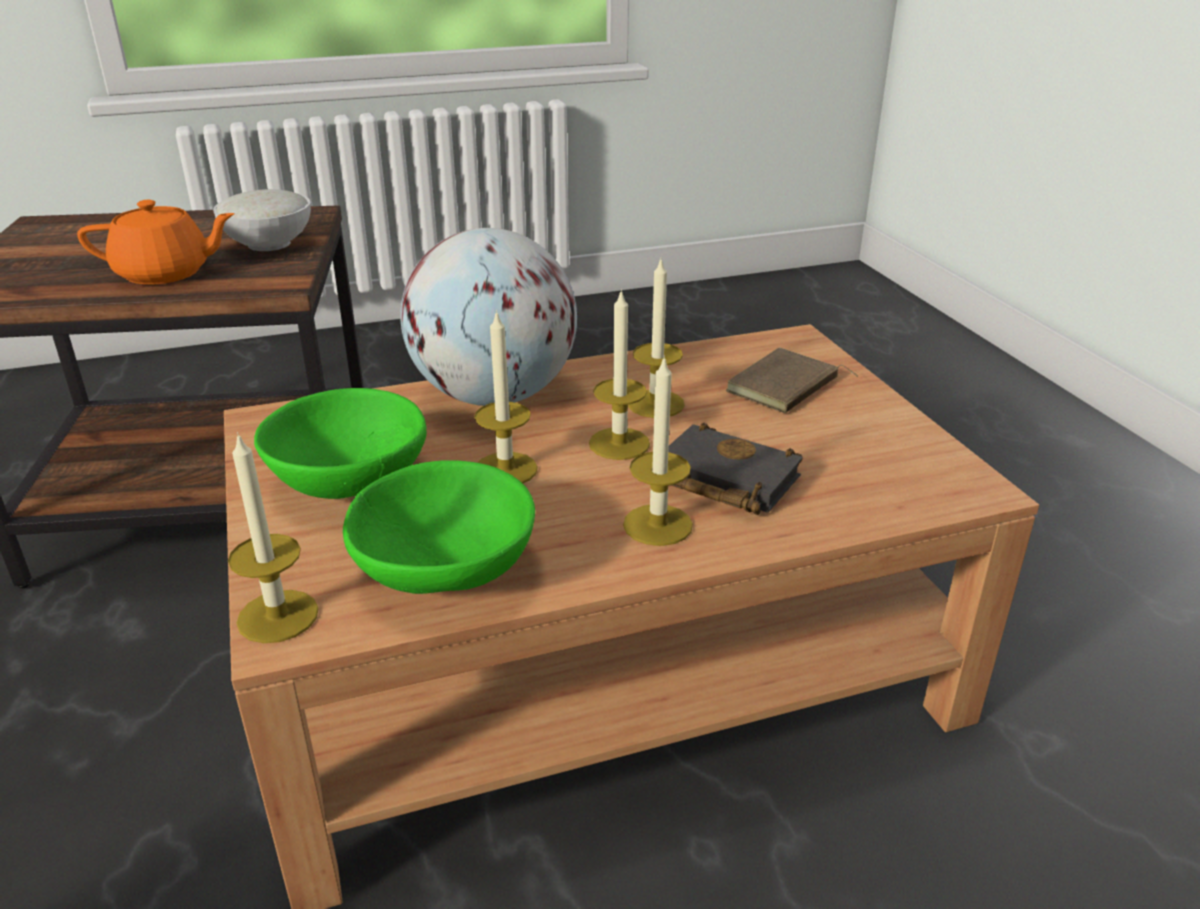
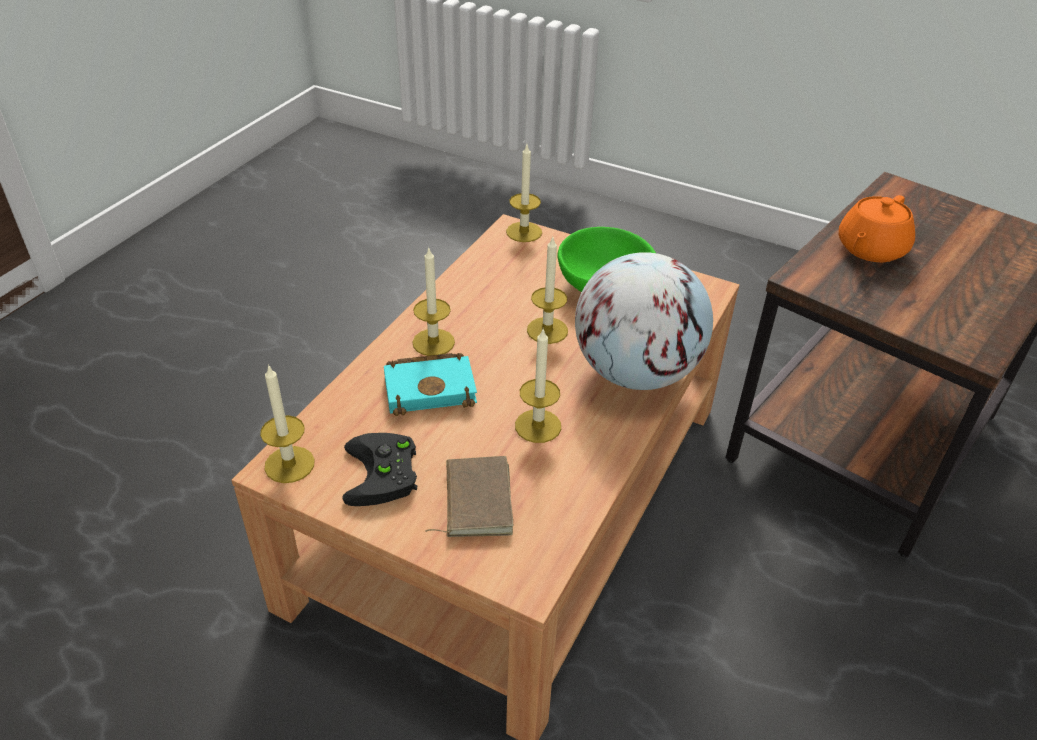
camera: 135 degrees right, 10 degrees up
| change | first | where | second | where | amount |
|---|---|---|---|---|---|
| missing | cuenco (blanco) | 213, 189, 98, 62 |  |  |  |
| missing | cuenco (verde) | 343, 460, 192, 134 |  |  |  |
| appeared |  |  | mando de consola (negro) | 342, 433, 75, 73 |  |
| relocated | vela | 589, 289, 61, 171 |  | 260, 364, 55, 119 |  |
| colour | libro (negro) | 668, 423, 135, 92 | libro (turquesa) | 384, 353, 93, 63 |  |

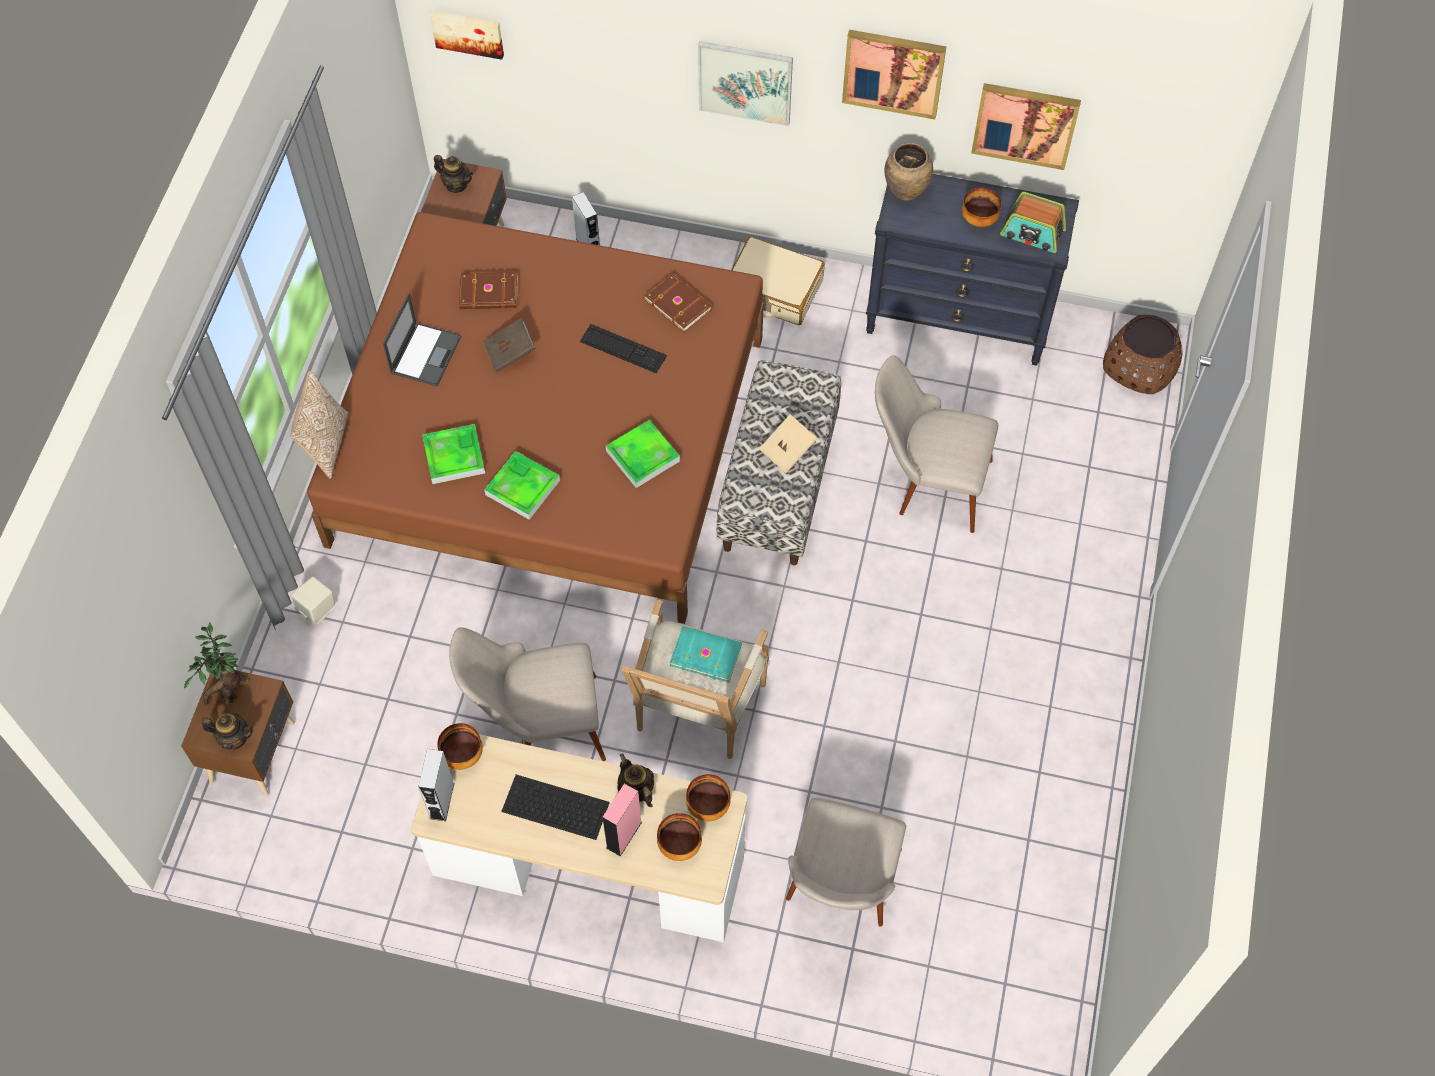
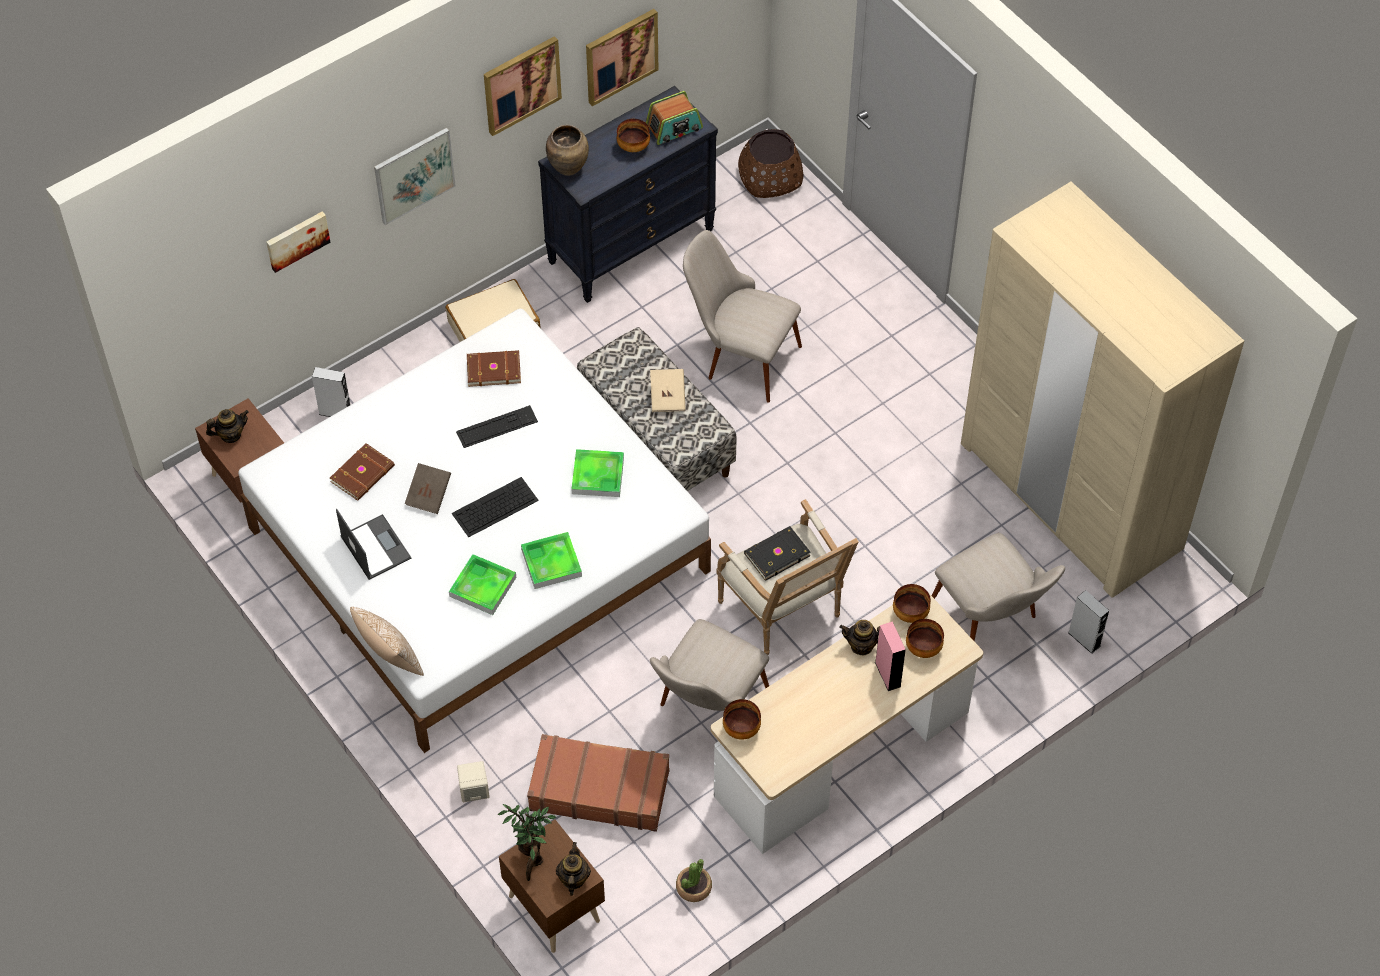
camera: 50 degrees left, 5 degrees down
| change | first | where | second | where | amount |
|---|---|---|---|---|---|
| appeared |  |  | maleta (marrón) | 527, 734, 142, 98 |  |
| appeared |  |  | planta en maceta | 676, 859, 36, 43 |  |
| appeared |  |  | armario ropero (beis) | 961, 182, 283, 416 |  |
| relocated | altavoz (gris) | 418, 749, 36, 72 |  | 1068, 590, 41, 64 |  |
| relocated | cuadro | 430, 10, 74, 50 |  | 266, 211, 64, 62 |  |
| relocated | teclado | 501, 775, 109, 65 |  | 452, 477, 87, 60 |  |
| colour | cama (marrón) | 307, 212, 457, 412 | cama (blanco) | 238, 309, 473, 444 |  |
| colour | libro (turquesa) | 670, 626, 72, 57 | libro (negro) | 744, 526, 66, 55 |  |
| spun | tetera | 201, 713, 53, 37 |  | 556, 842, 35, 54 | 45 degrees counterclockwise |
| spun | silla (beis) | 875, 355, 123, 178 |  | 683, 230, 119, 172 | 60 degrees clockwise |

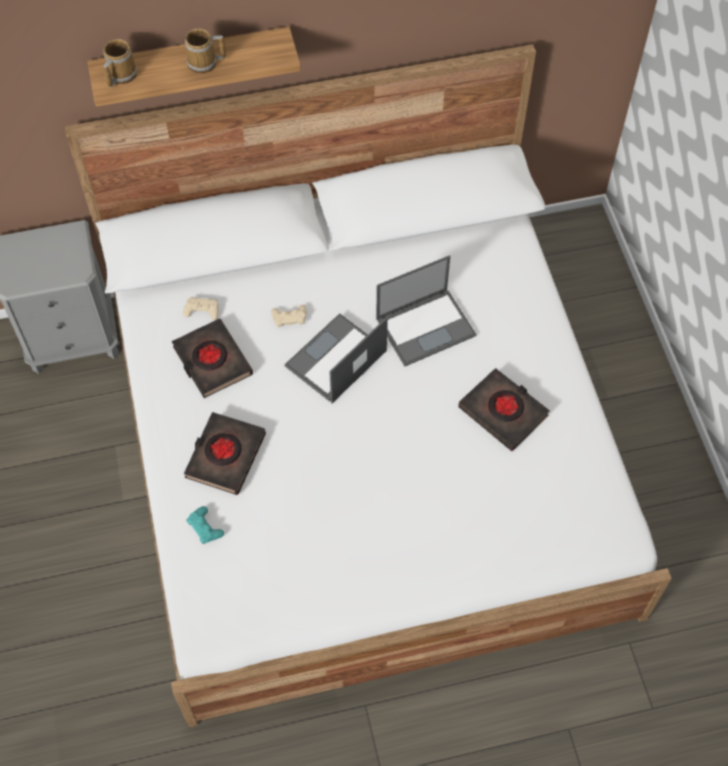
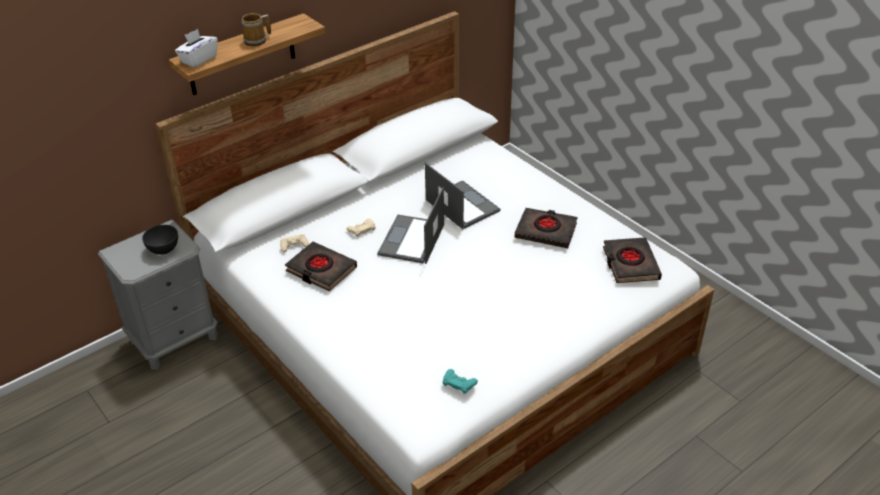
camera: 25 degrees left, 20 degrees down
| change | first | where | second | where | amount |
|---|---|---|---|---|---|
| appeared |  |  | cuenco (gris) | 142, 225, 36, 30 |  |
| relocated | libro (negro) | 184, 412, 82, 83 |  | 603, 237, 59, 46 |  |
| relocated | mando de consola (turquesa) | 186, 506, 38, 38 |  | 442, 369, 36, 25 |  |
| exchanged | taza grande | 103, 39, 34, 49 | caja de pañuelos (blanco) | 175, 29, 43, 39 |  |
| spun | portátil | 376, 255, 100, 112 |  | 425, 162, 75, 67 | 75 degrees counterclockwise |

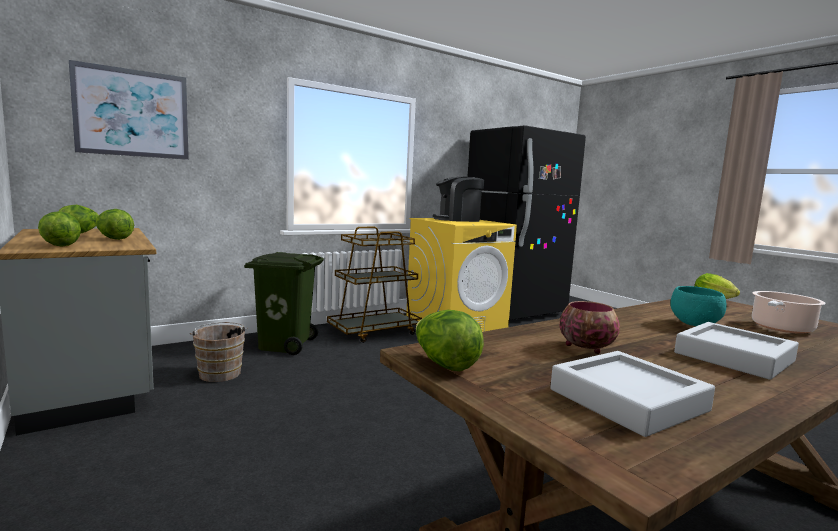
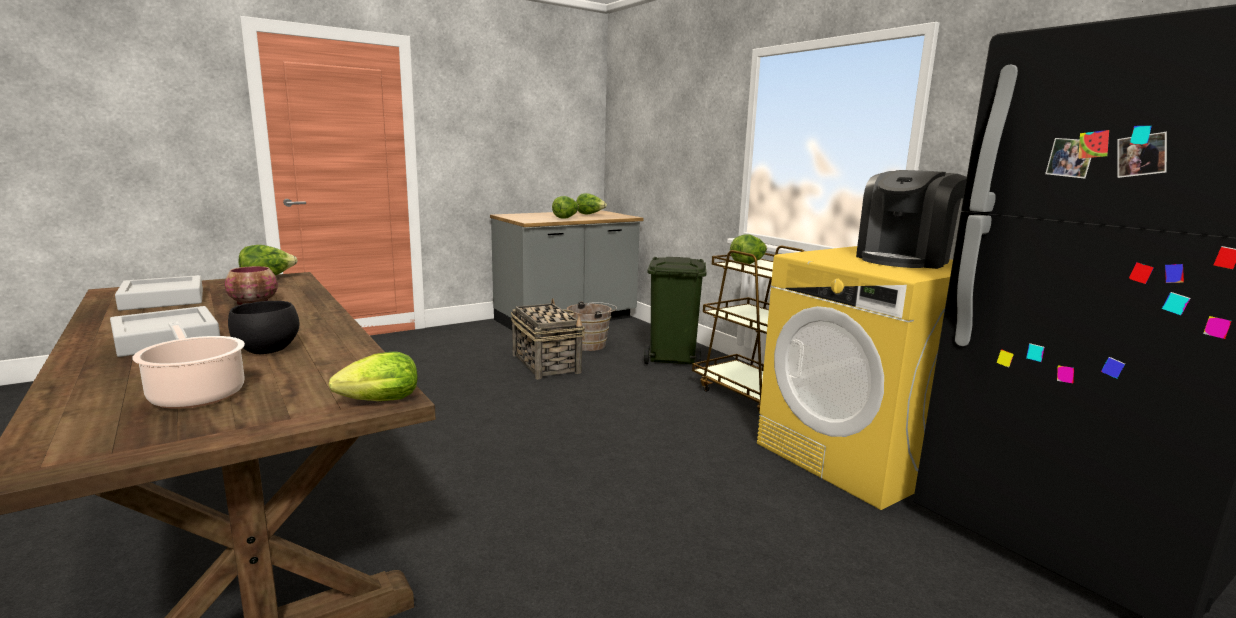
camera: 90 degrees right, 5 degrees up
| change | first | where | second | where | amount |
|---|---|---|---|---|---|
| missing | cuadro | 69, 60, 120, 100 |  |  |  |
| appeared |  |  | cesta | 511, 298, 74, 81 |  |
| relocated | lechuga | 38, 211, 43, 36 |  | 730, 234, 37, 30 |  |
| colour | cuenco (turquesa) | 670, 286, 56, 40 | cuenco (negro) | 228, 301, 72, 53 |  |
| spun | cafetera | 433, 177, 51, 45 |  | 856, 170, 111, 99 | 120 degrees counterclockwise |

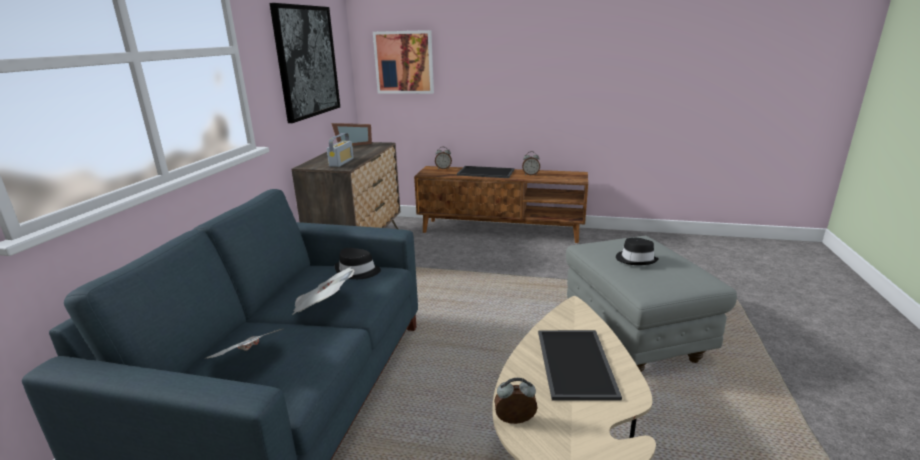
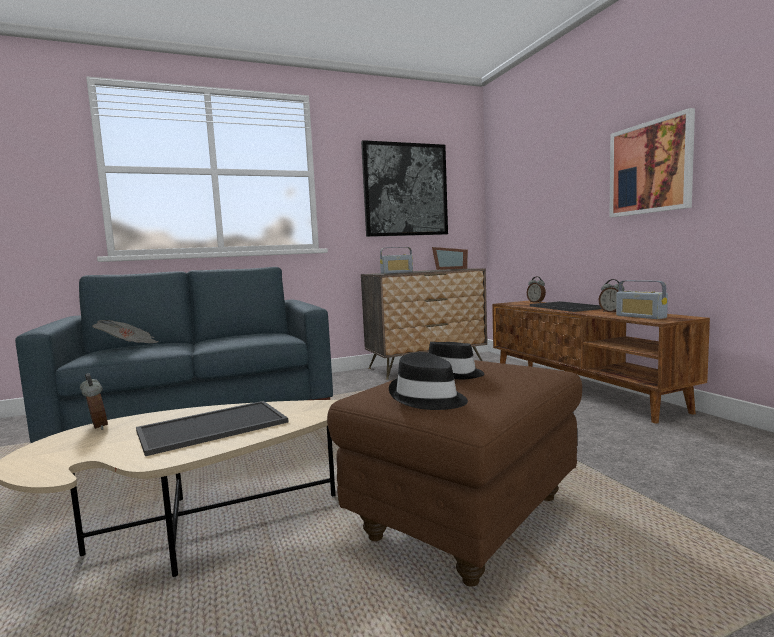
camera: 55 degrees right, 15 degrees down
| change | first | where | second | where | amount |
|---|---|---|---|---|---|
| missing | periódico | 292, 267, 62, 48 |  |  |  |
| appeared |  |  | radio | 616, 280, 52, 39 |  |
| relocated | sombrero (negro) | 334, 248, 47, 31 |  | 389, 352, 79, 58 |  |
| relocated | cuadro | 373, 30, 61, 64 |  | 609, 108, 86, 109 |  |
| colour | puf (gris) | 566, 236, 171, 136 | puf (marrón) | 327, 360, 255, 227 |  |

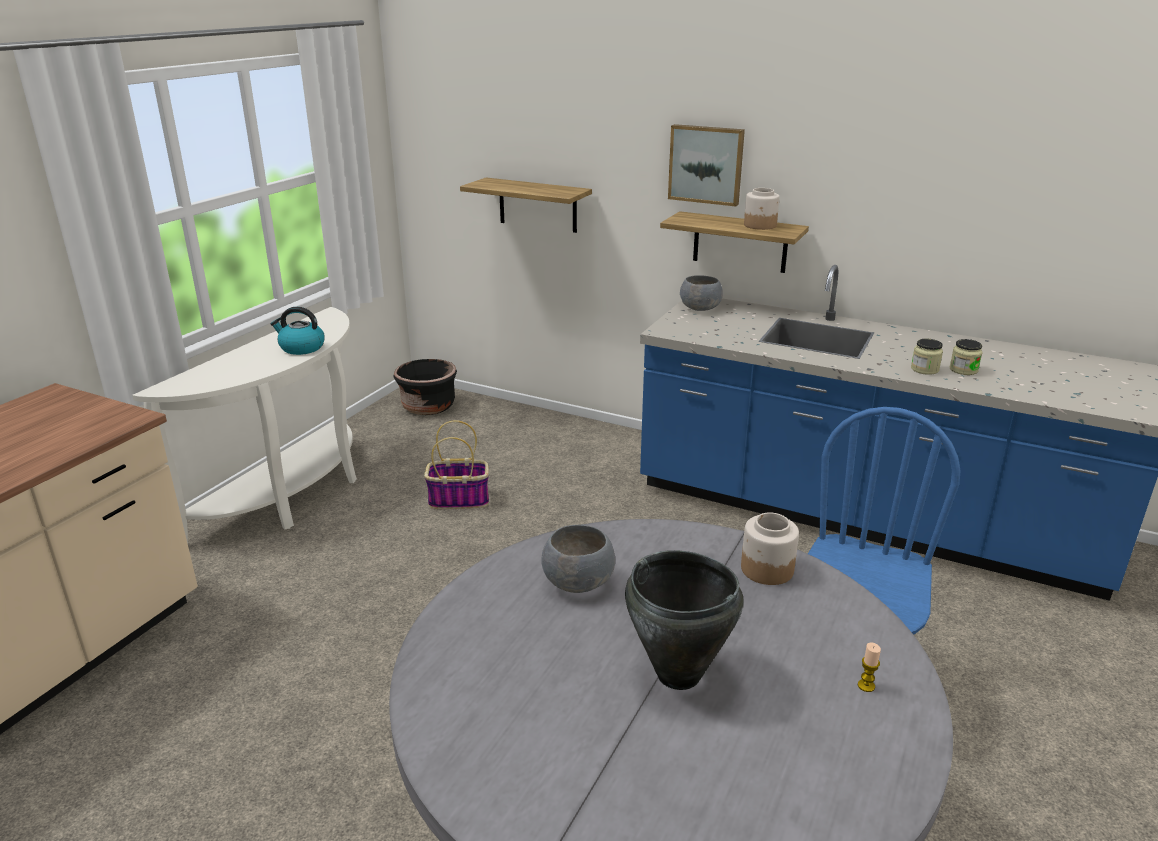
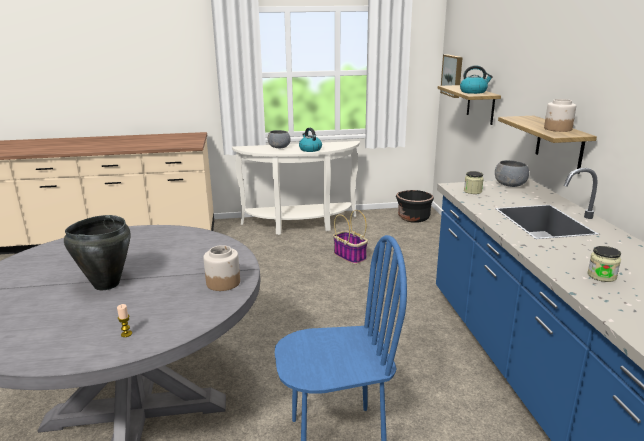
camera: 55 degrees right, 5 degrees down
| change | first | where | second | where | amount |
|---|---|---|---|---|---|
| appeared |  |  | hervidor | 460, 65, 33, 29 |  |
| relocated | cuenco (gris) | 541, 525, 74, 68 |  | 268, 130, 22, 18 |  |
| relocated | cuadro | 668, 124, 77, 82 |  | 440, 55, 23, 43 |  |
| relocated | tarro | 911, 339, 32, 36 |  | 464, 171, 20, 23 |  |

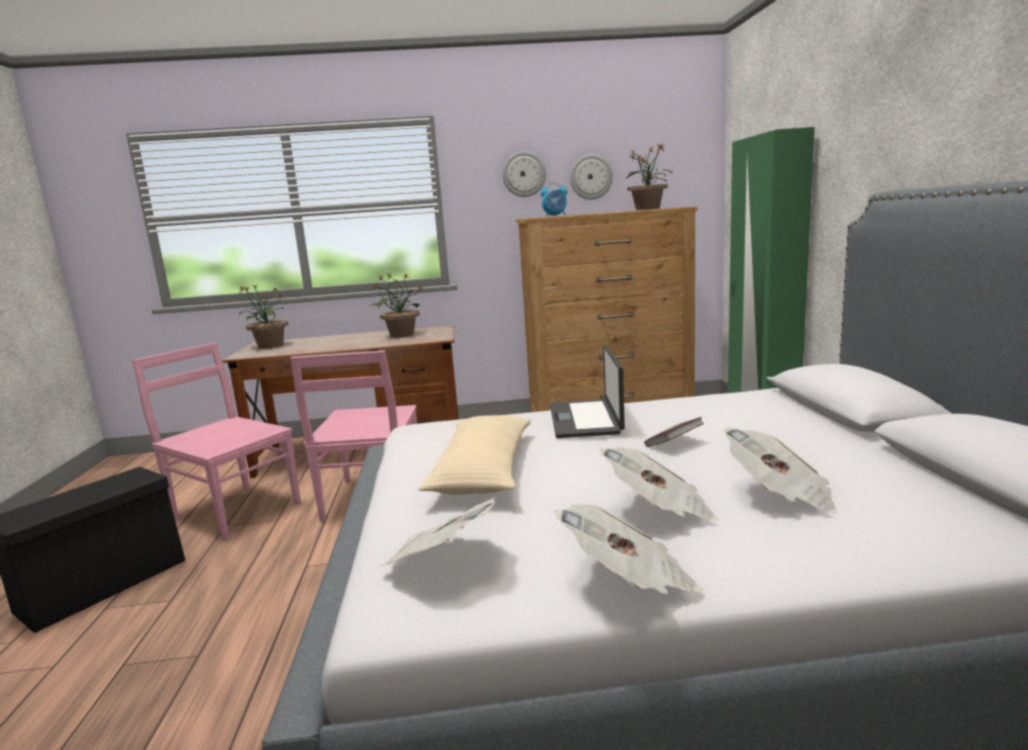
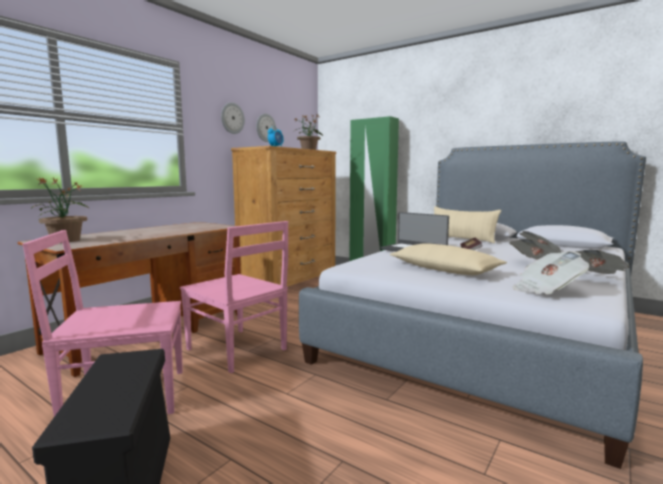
camera: 50 degrees left, 5 degrees down
| change | first | where | second | where | amount |
|---|---|---|---|---|---|
| missing | planta en maceta | 370, 273, 53, 65 |  |  |  |
| appeared |  |  | cojín (beis) | 434, 206, 67, 38 |  |

